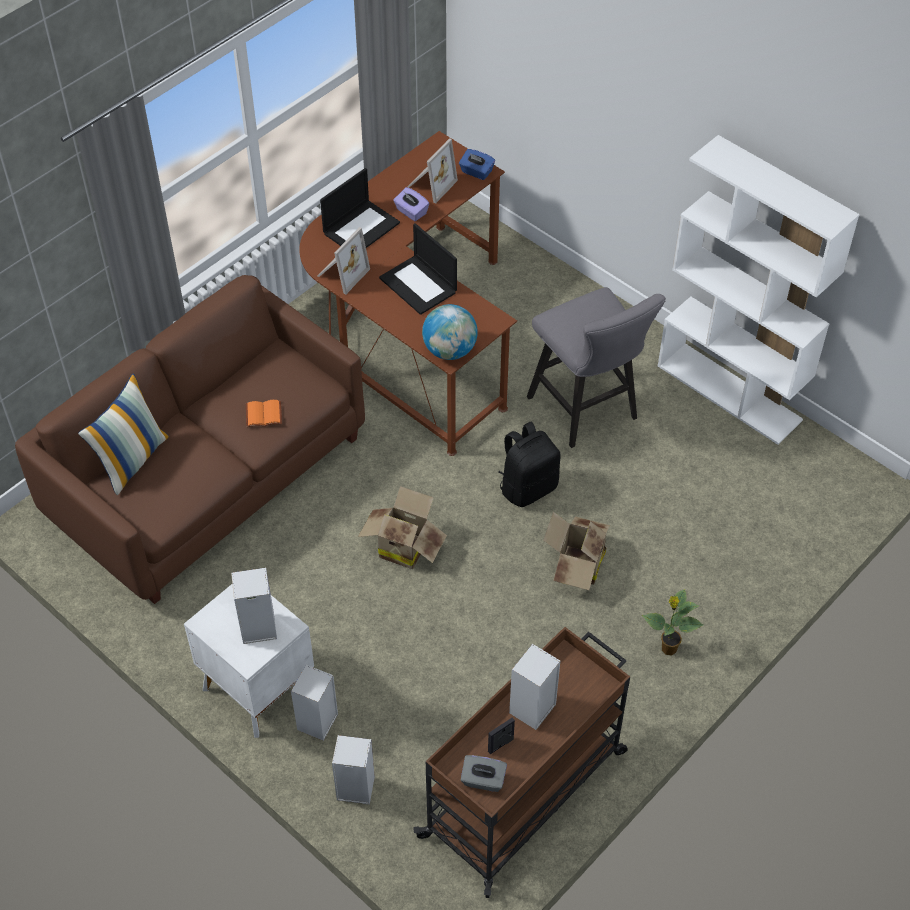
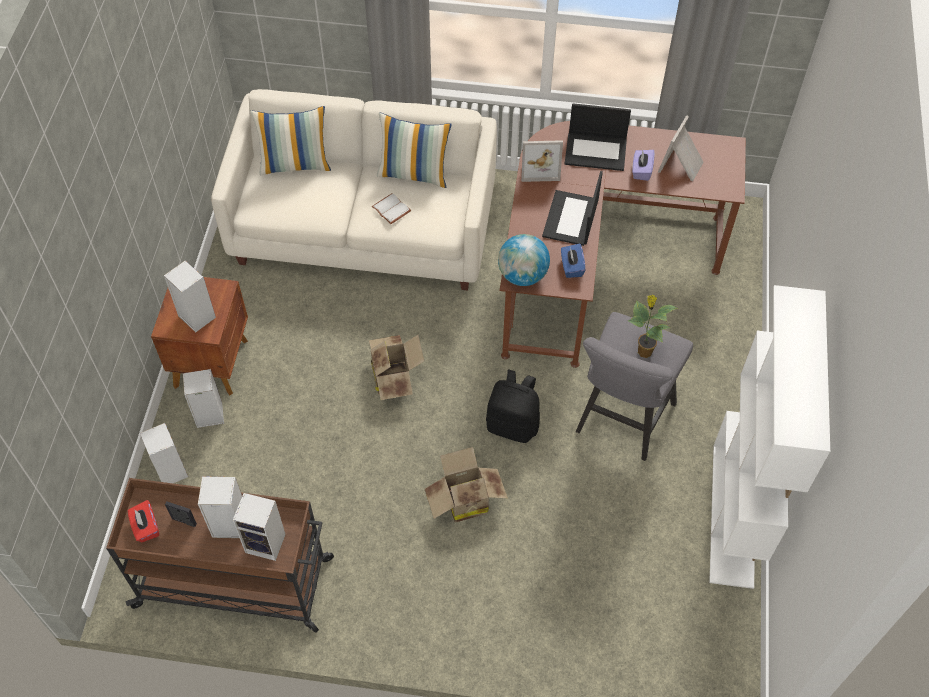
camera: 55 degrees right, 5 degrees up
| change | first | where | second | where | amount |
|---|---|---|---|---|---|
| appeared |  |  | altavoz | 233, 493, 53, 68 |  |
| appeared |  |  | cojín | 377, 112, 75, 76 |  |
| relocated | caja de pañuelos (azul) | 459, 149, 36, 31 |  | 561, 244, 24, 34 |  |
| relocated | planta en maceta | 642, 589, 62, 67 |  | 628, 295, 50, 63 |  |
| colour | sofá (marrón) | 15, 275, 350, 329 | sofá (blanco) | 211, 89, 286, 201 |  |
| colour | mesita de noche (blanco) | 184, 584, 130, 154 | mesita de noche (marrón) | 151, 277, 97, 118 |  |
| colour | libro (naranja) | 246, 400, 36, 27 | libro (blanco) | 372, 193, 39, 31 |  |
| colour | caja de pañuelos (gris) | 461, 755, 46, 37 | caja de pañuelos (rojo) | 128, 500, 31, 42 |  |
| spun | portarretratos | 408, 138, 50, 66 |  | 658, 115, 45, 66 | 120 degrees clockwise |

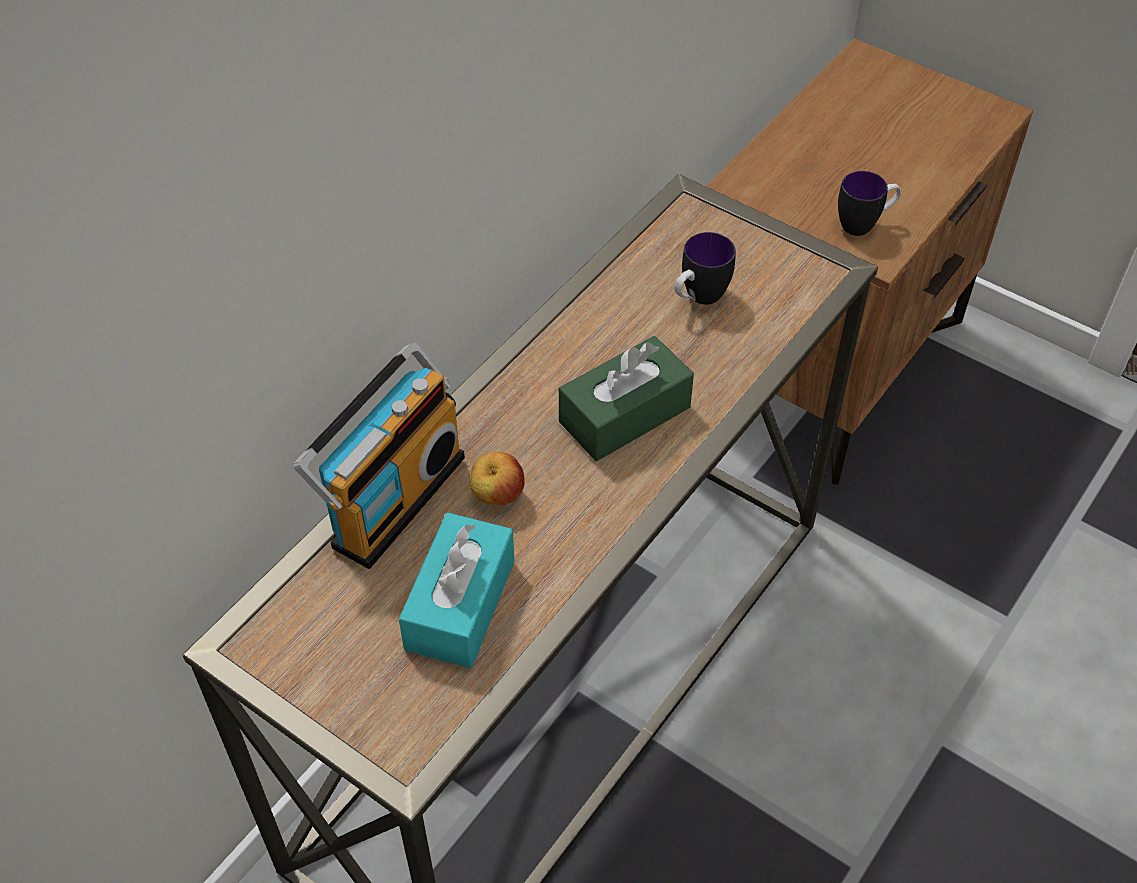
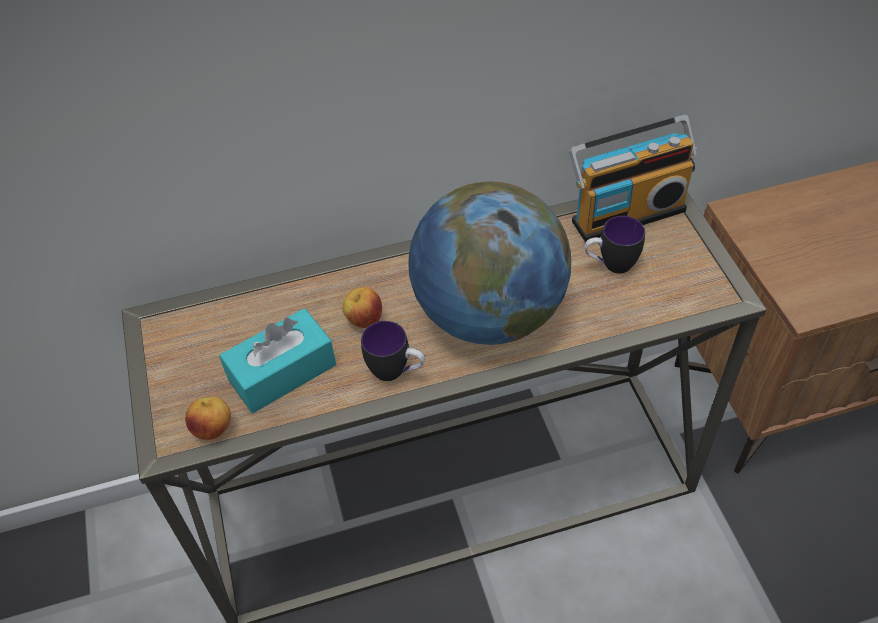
camera: 40 degrees right, 0 degrees up
| change | first | where | second | where | amount |
|---|---|---|---|---|---|
| appeared |  |  | manzana | 185, 397, 46, 43 |  |
| relocated | radio | 294, 343, 171, 226 |  | 568, 115, 129, 127 |  |
| relocated | taza grande | 838, 171, 63, 65 |  | 361, 321, 64, 60 |  |
| exchanged | caja de pañuelos (verde) | 559, 336, 135, 125 | globo terráqueo | 408, 181, 163, 164 |  |

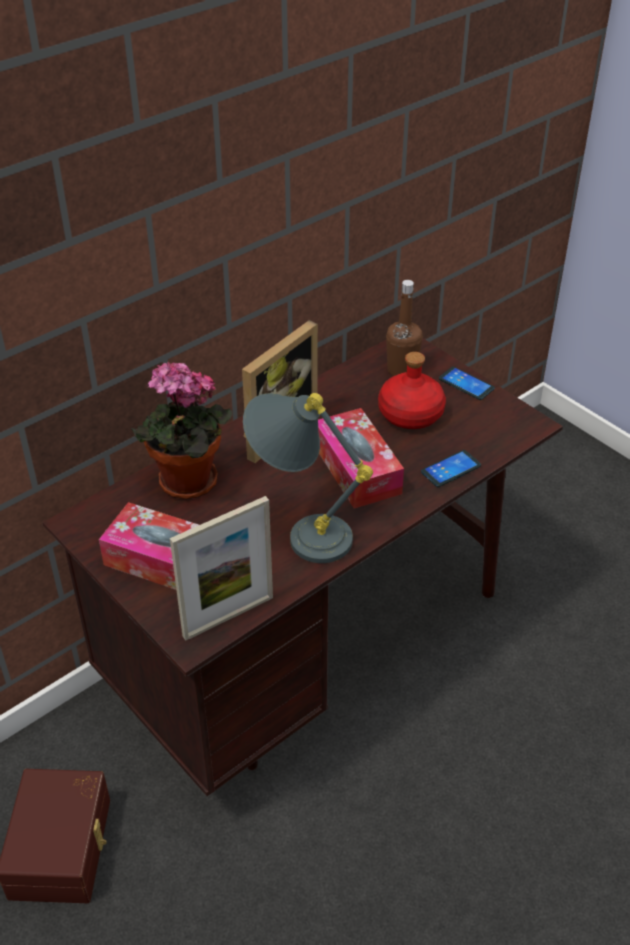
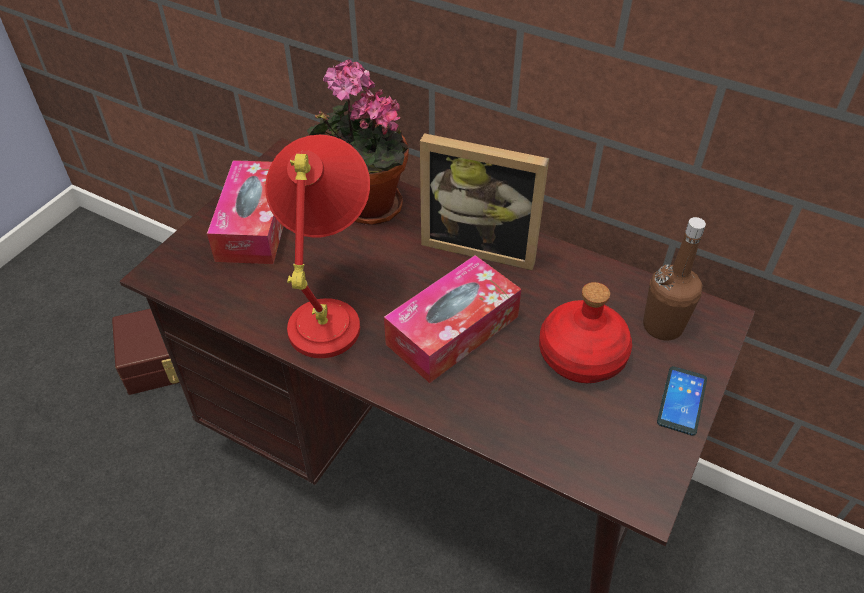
camera: 70 degrees right, 5 degrees up
| change | first | where | second | where | amount |
|---|---|---|---|---|---|
| missing | portarretratos | 170, 496, 103, 145 |  |  |  |
| missing | móvil | 421, 450, 60, 37 |  |  |  |
| colour | lámpara de mesa (gris) | 243, 393, 130, 170 | lámpara de mesa (rojo) | 265, 135, 105, 223 |  |

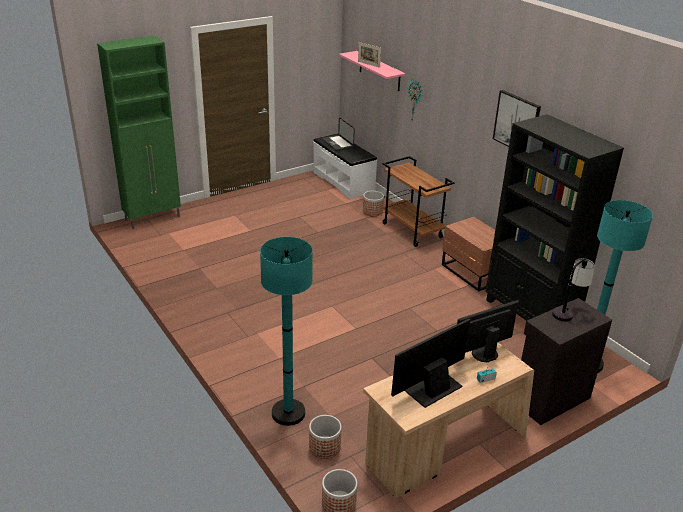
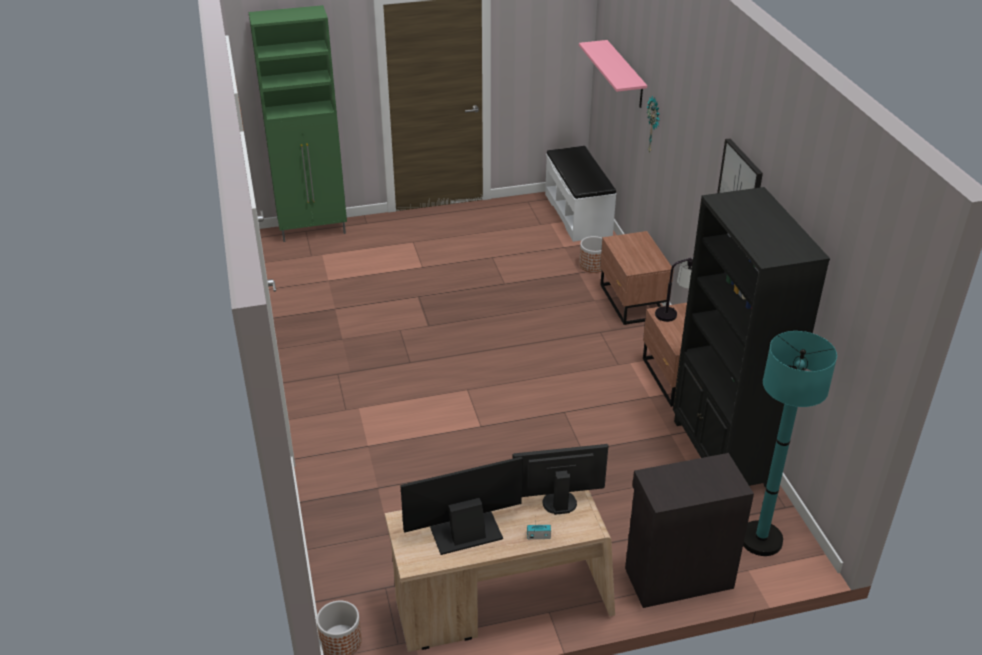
camera: 20 degrees right, 5 degrees up
| change | first | where | second | where | amount |
|---|---|---|---|---|---|
| missing | lámpara de pie (turquesa) | 260, 237, 53, 189 |  |  |  |
| missing | maceta | 309, 415, 33, 44 |  |  |  |
| missing | portátil | 322, 117, 33, 34 |  |  |  |
| missing | portarretratos | 358, 42, 23, 26 |  |  |  |
| relocated | lámpara de mesa | 552, 258, 42, 63 |  | 655, 258, 38, 64 |  |
| exchanged | carrito (marrón) | 382, 156, 72, 91 | mesita de noche (marrón) | 600, 231, 74, 94 |  |

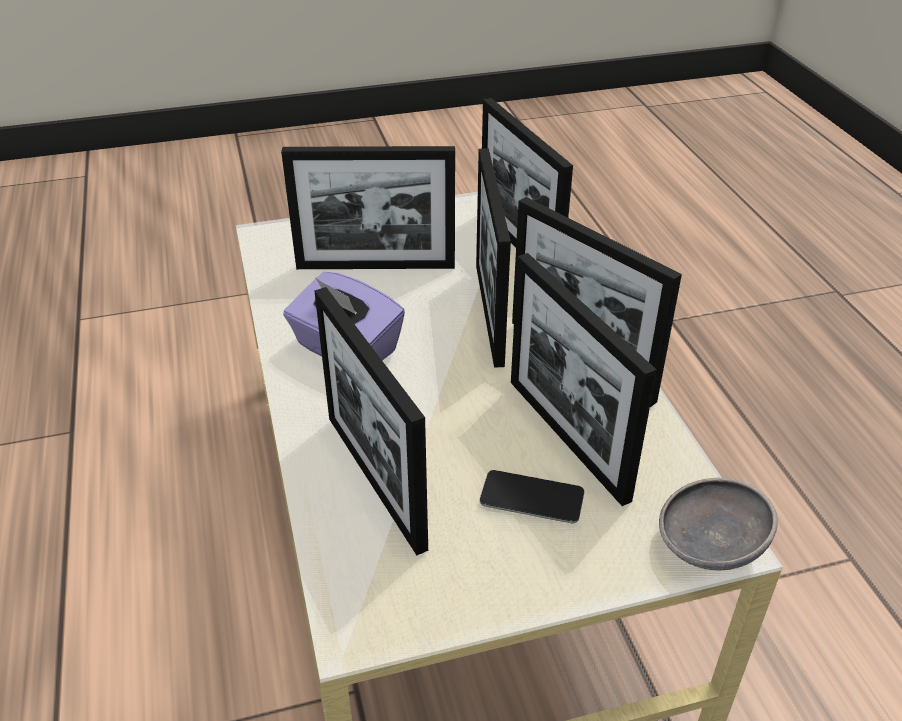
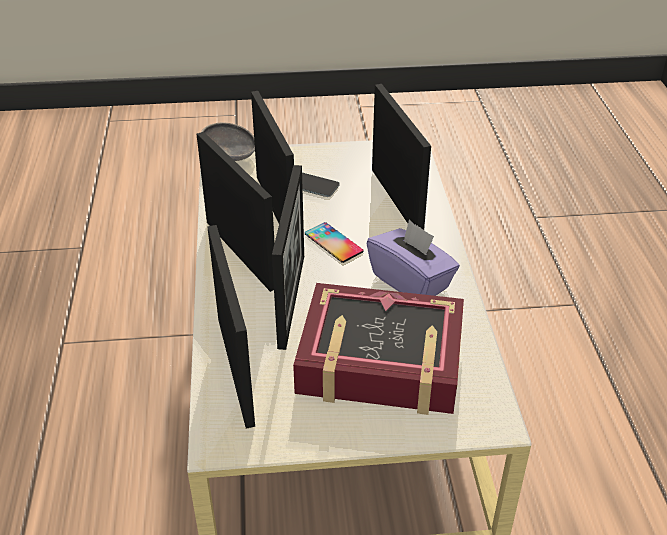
camera: 170 degrees left, 0 degrees up
| change | first | where | second | where | amount |
|---|---|---|---|---|---|
| appeared |  |  | móvil | 305, 222, 59, 41 |  |
| exchanged | portarretratos | 281, 146, 174, 123 | libro | 293, 283, 171, 132 |  |

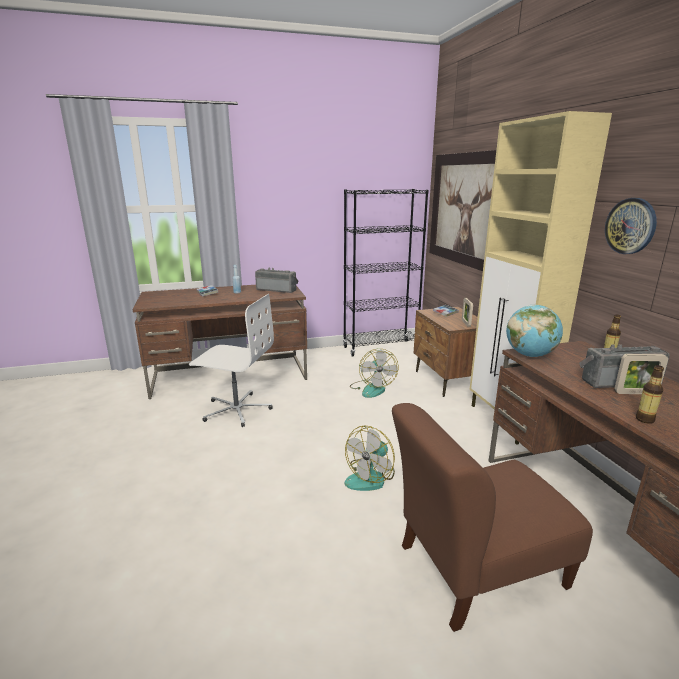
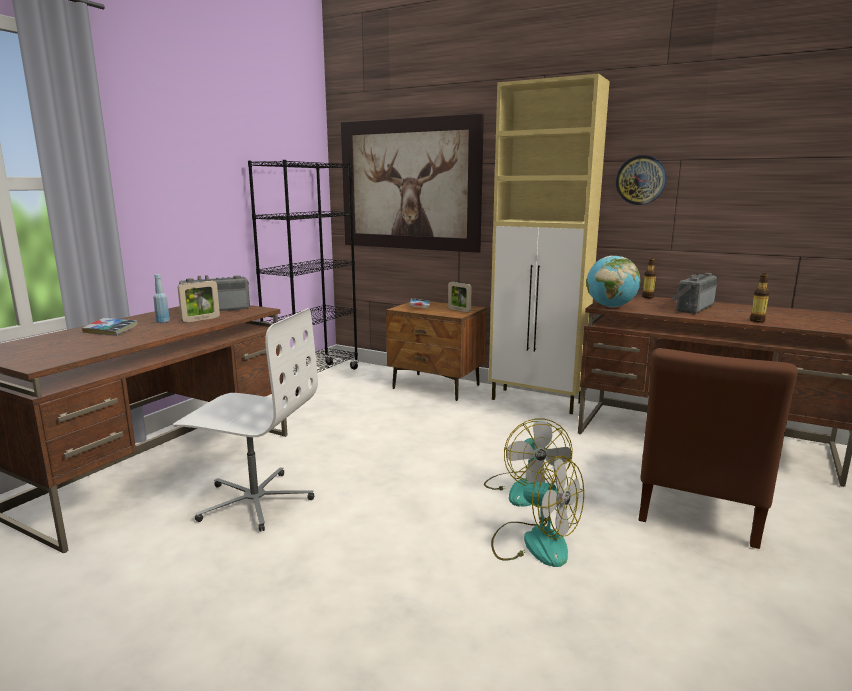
camera: 45 degrees left, 5 degrees down
| change | first | where | second | where | amount |
|---|---|---|---|---|---|
| relocated | ventilador | 350, 349, 49, 49 |  | 491, 456, 93, 111 |  |
| relocated | portarretratos | 614, 354, 54, 40 |  | 178, 281, 42, 41 |  |
| spun | silla de oficina (blanco) | 189, 294, 85, 133 |  | 173, 308, 145, 224 | 45 degrees clockwise |

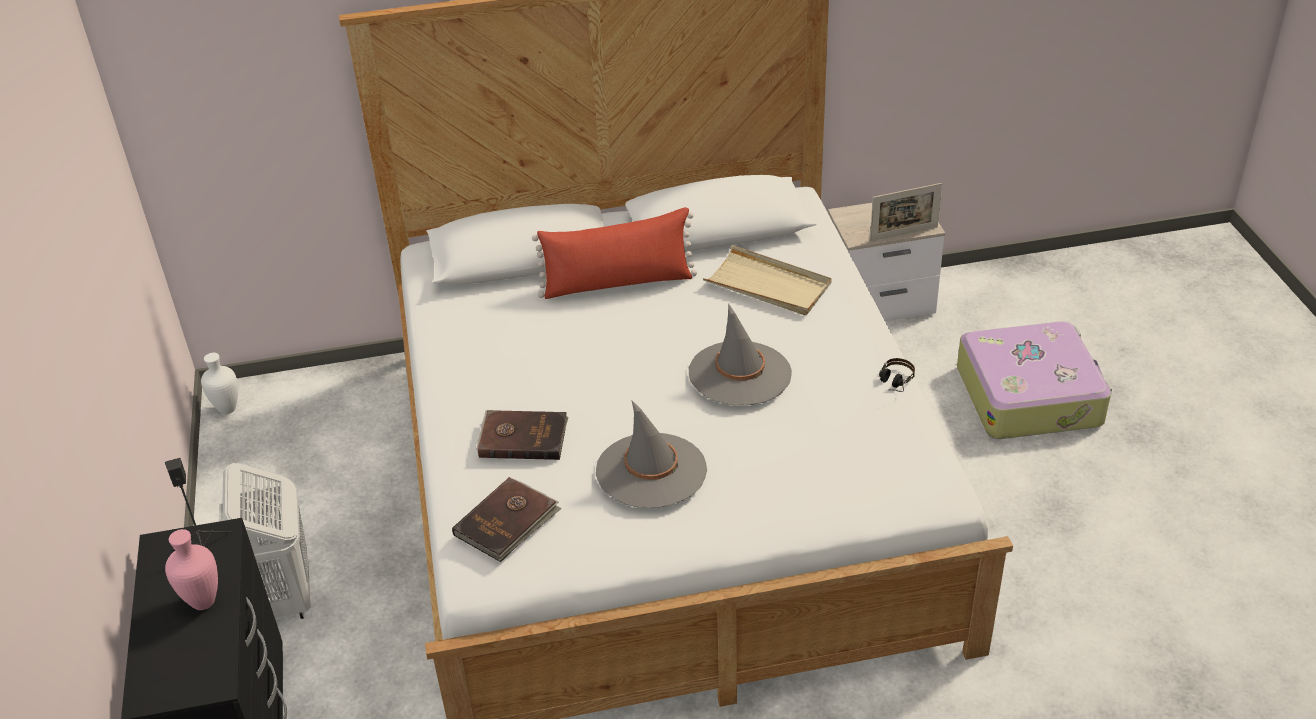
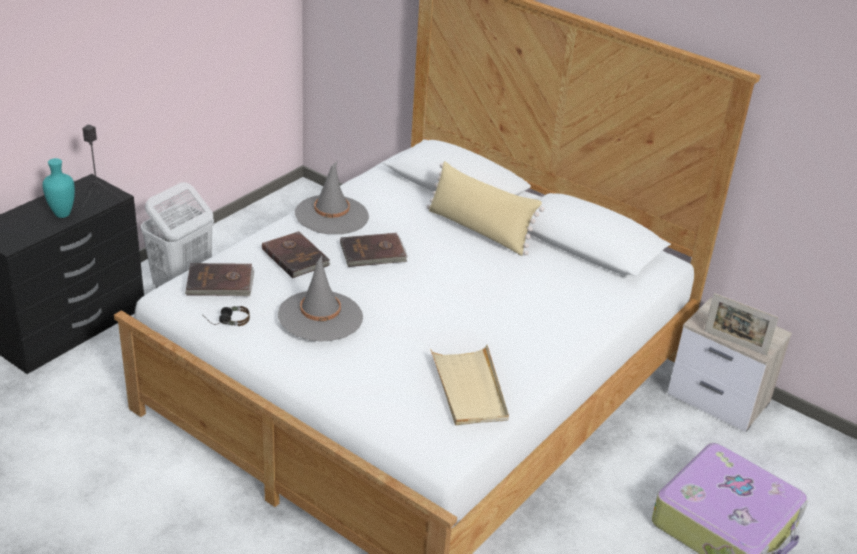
camera: 45 degrees right, 5 degrees down
| change | first | where | second | where | amount |
|---|---|---|---|---|---|
| missing | florero (blanco) | 201, 353, 37, 61 |  |  |  |
| appeared |  |  | libro (marrón) | 340, 233, 68, 34 |  |
| relocated | sombrero (gris) | 689, 303, 103, 103 |  | 295, 162, 74, 72 |  |
| relocated | bandeja (beis) | 703, 245, 129, 70 |  | 430, 345, 79, 80 |  |
| relocated | auriculares | 879, 358, 36, 34 |  | 202, 306, 48, 20 |  |
| colour | florero (rosa) | 165, 529, 53, 81 | florero (turquesa) | 42, 158, 33, 60 |  |
| colour | cojín (rojo) | 532, 207, 165, 92 | cojín (beis) | 426, 161, 119, 95 |  |

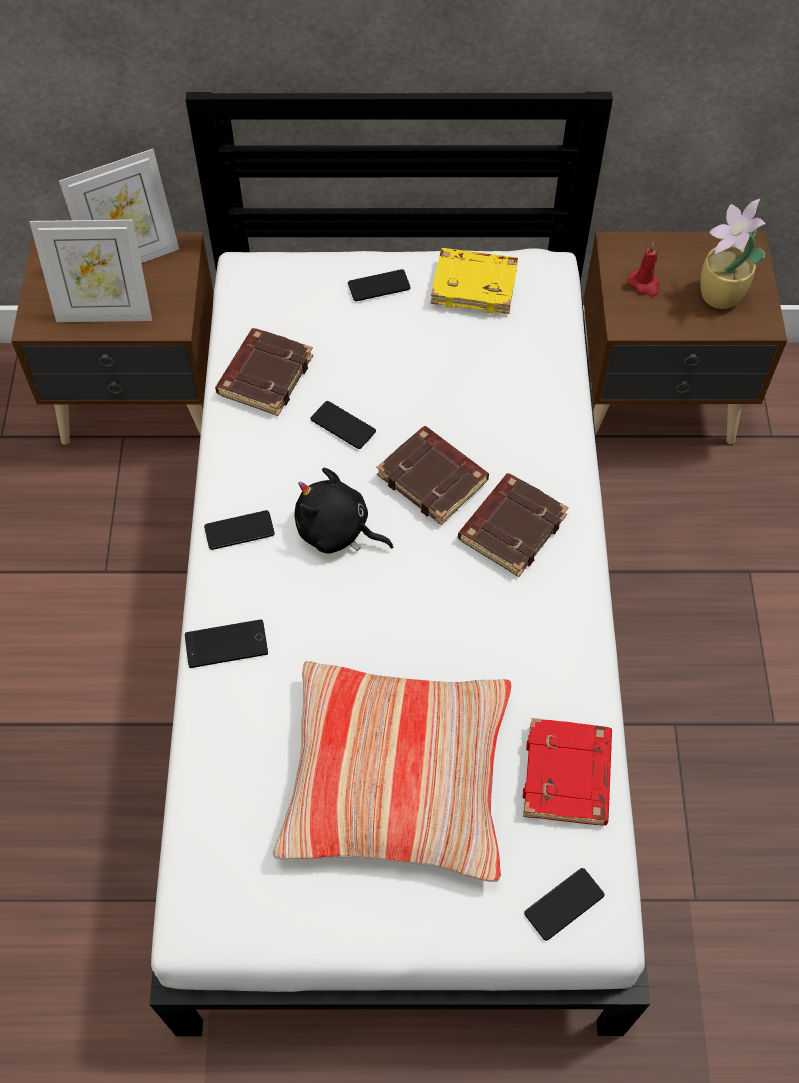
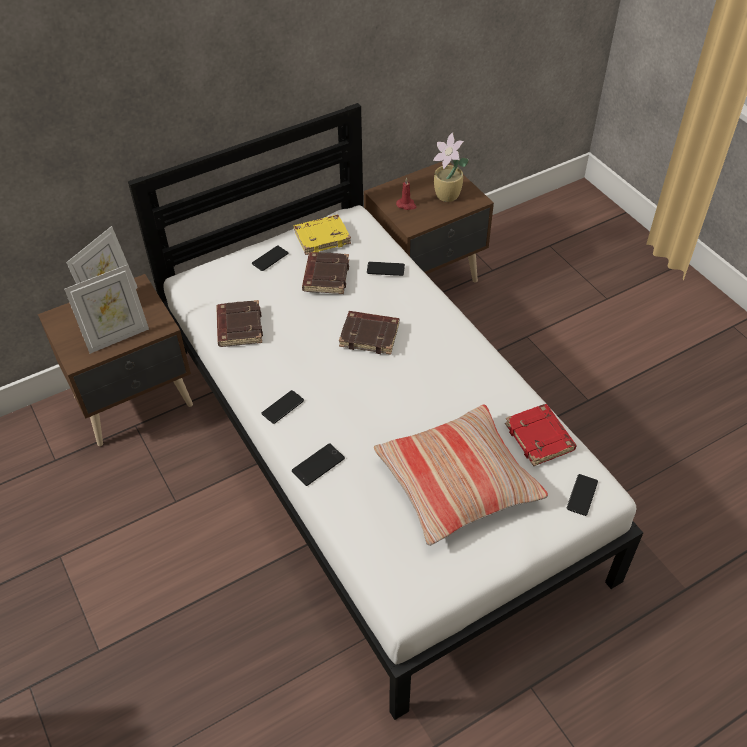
camera: 30 degrees left, 10 degrees down
| change | first | where | second | where | amount |
|---|---|---|---|---|---|
| missing | peluche (negro) | 295, 468, 98, 86 |  |  |  |
| relocated | móvil | 310, 401, 66, 48 |  | 367, 262, 38, 14 |  |
| relocated | libro (marrón) | 458, 473, 111, 104 |  | 302, 252, 47, 42 |  |

